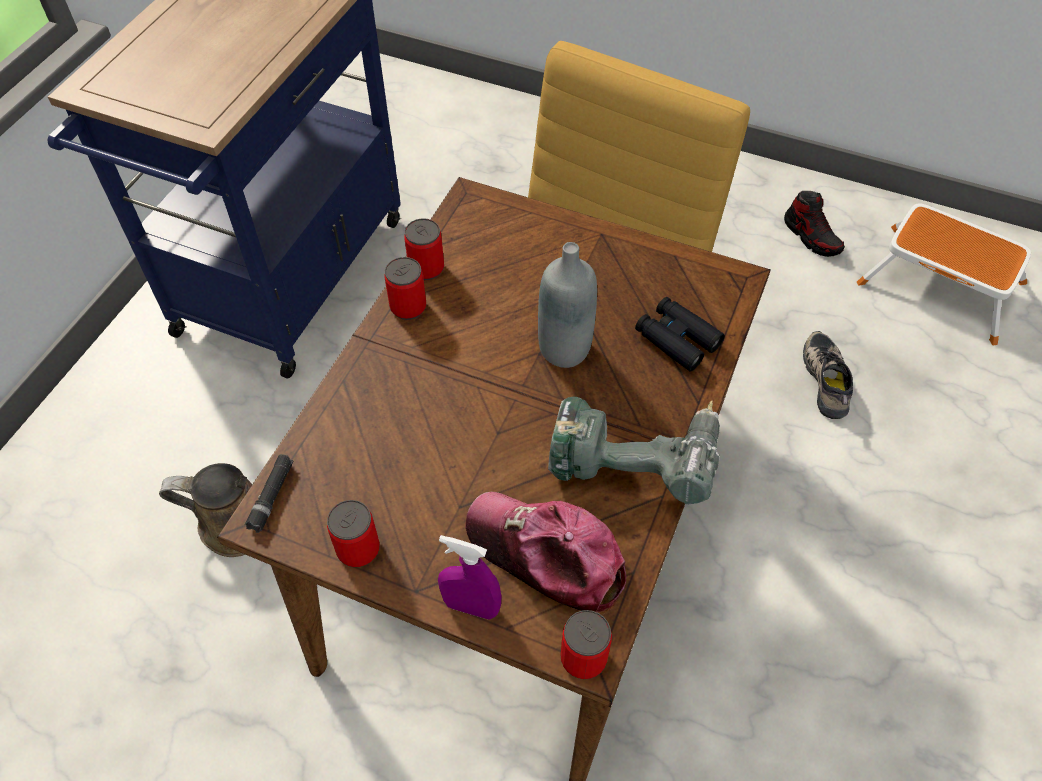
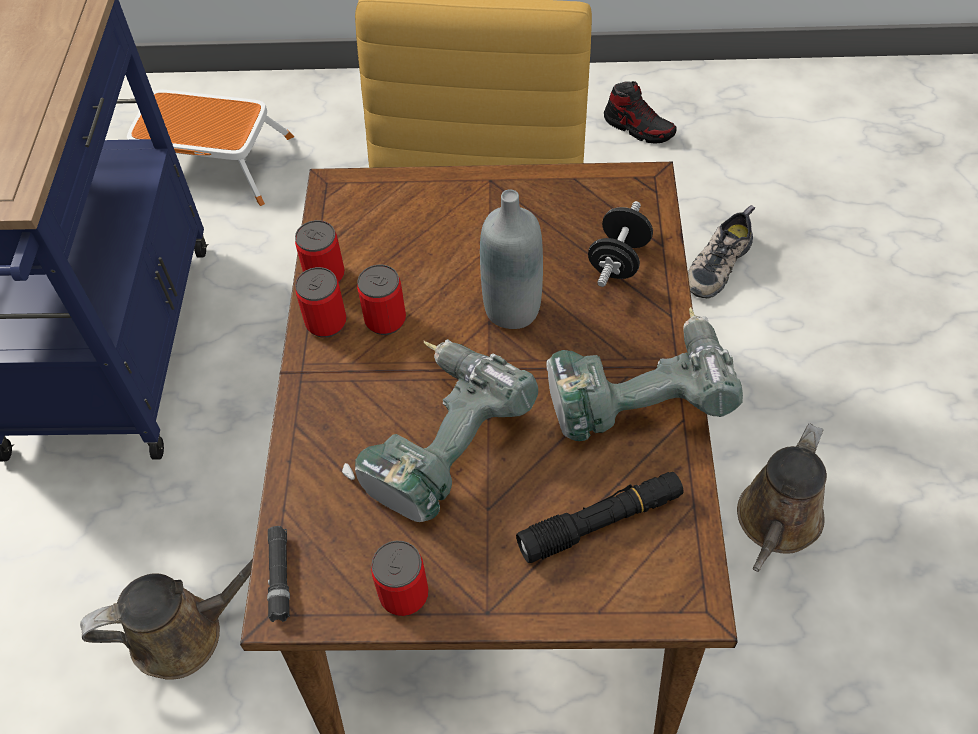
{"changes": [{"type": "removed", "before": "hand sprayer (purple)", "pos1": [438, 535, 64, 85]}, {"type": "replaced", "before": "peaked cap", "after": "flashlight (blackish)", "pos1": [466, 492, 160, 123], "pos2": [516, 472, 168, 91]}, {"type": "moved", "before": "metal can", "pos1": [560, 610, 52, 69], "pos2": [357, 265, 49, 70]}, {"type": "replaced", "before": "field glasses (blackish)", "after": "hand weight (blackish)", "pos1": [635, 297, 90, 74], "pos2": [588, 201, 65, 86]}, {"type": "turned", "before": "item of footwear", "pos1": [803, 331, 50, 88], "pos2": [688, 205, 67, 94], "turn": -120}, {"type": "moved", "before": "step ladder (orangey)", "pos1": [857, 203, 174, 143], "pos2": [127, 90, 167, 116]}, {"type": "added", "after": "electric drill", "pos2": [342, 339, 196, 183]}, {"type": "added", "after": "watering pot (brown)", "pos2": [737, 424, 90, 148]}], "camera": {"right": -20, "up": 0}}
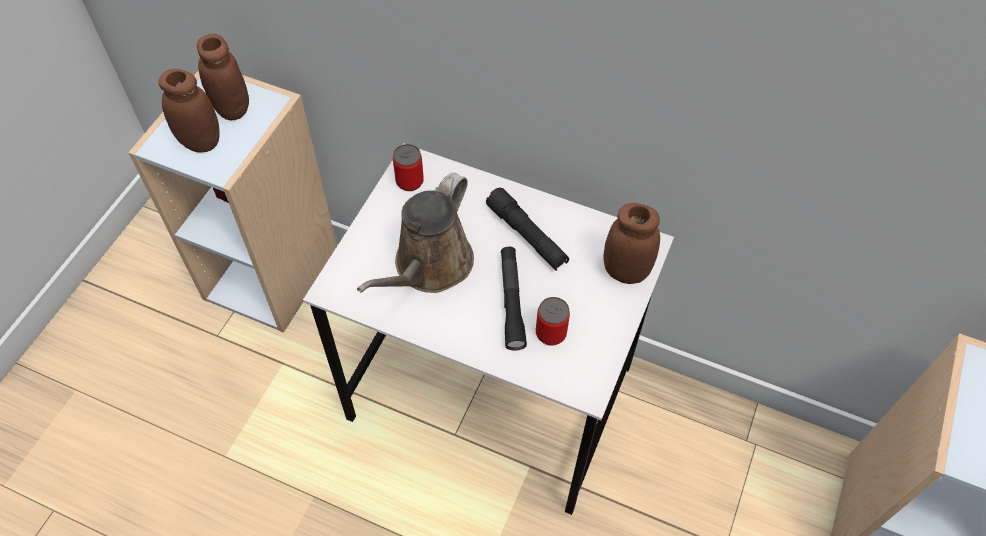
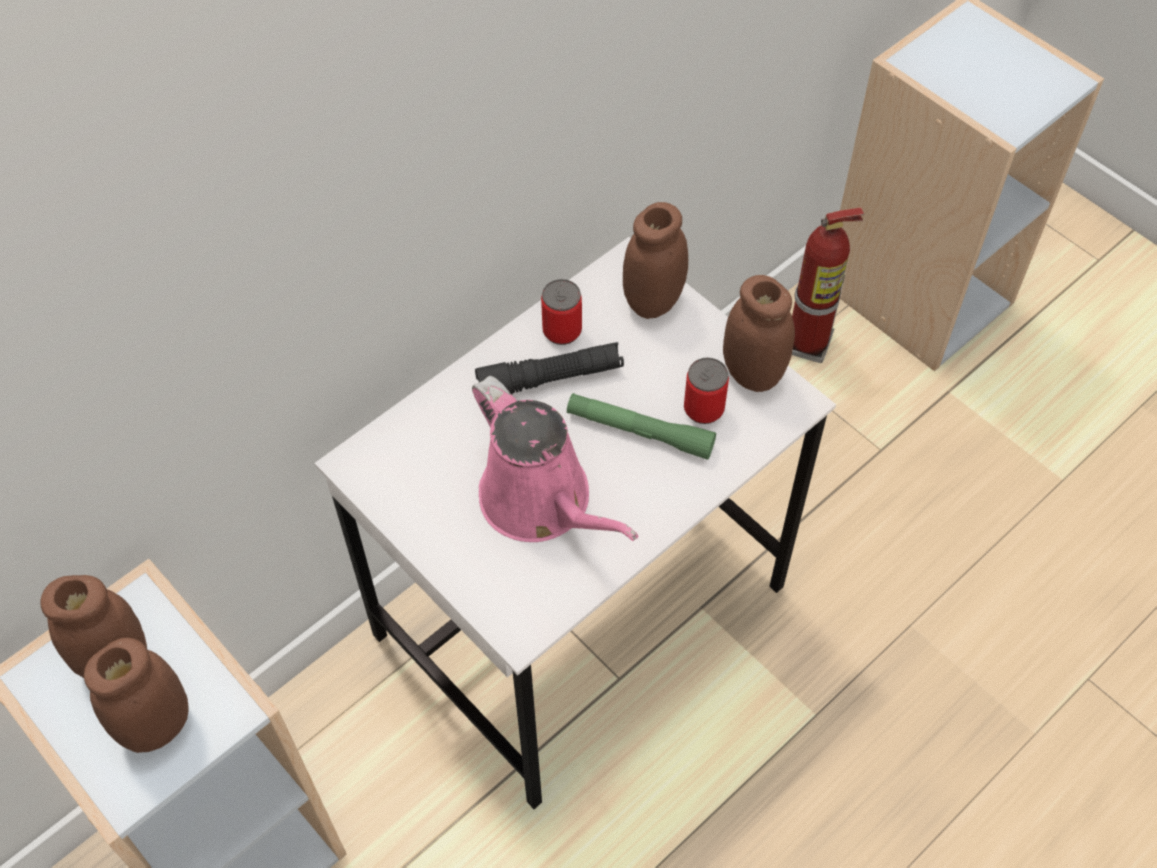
{"changes": [{"type": "recoloured", "before": "watering pot (brown)", "after": "watering pot (pink)", "pos1": [357, 172, 117, 121], "pos2": [472, 376, 167, 166]}, {"type": "moved", "before": "metal can", "pos1": [393, 144, 31, 47], "pos2": [541, 279, 41, 66]}, {"type": "recoloured", "before": "flashlight (blackish)", "after": "flashlight (greenish)", "pos1": [501, 247, 26, 103], "pos2": [567, 393, 149, 67]}, {"type": "added", "after": "storage jar (brown)", "pos2": [723, 275, 72, 117]}, {"type": "added", "after": "fire extinguisher", "pos2": [792, 207, 72, 156]}], "camera": {"right": -65, "up": 0}}
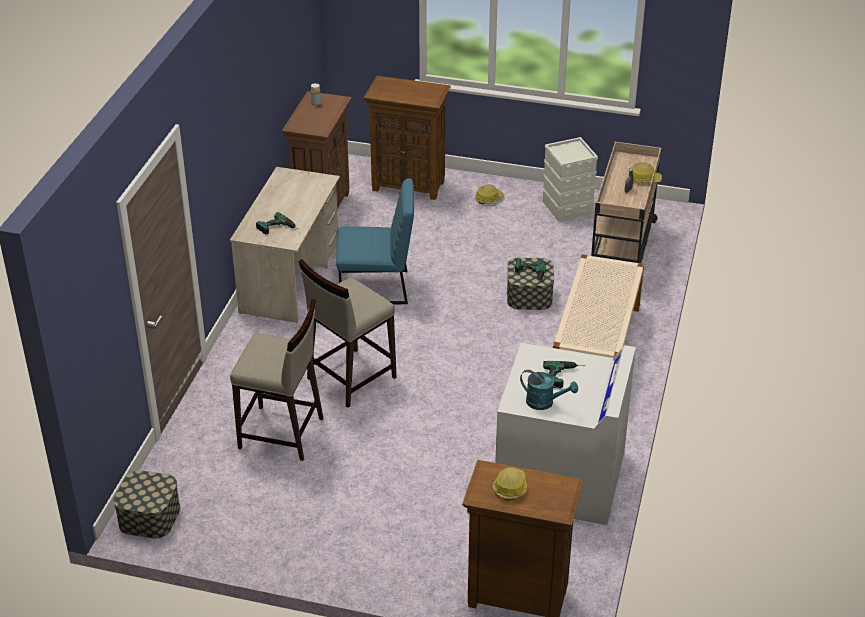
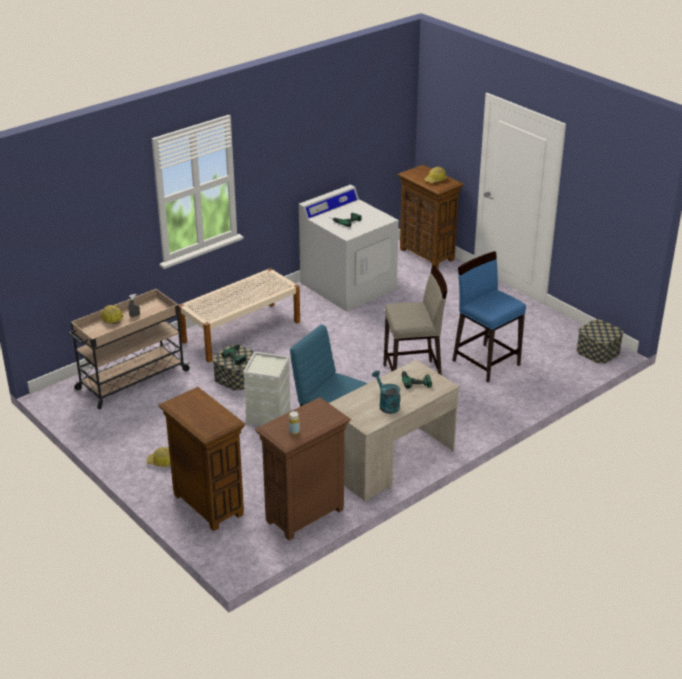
{"changes": [{"type": "recoloured", "before": "sitting stool (beige-coloured)", "after": "sitting stool (blue)", "pos1": [230, 299, 93, 162], "pos2": [452, 251, 74, 131]}, {"type": "moved", "before": "watering pot (turquoise)", "pos1": [520, 370, 58, 40], "pos2": [372, 370, 29, 44]}, {"type": "moved", "before": "storage bin (gray)", "pos1": [542, 137, 56, 85], "pos2": [243, 352, 48, 74]}], "camera": {"right": -145, "up": -5}}
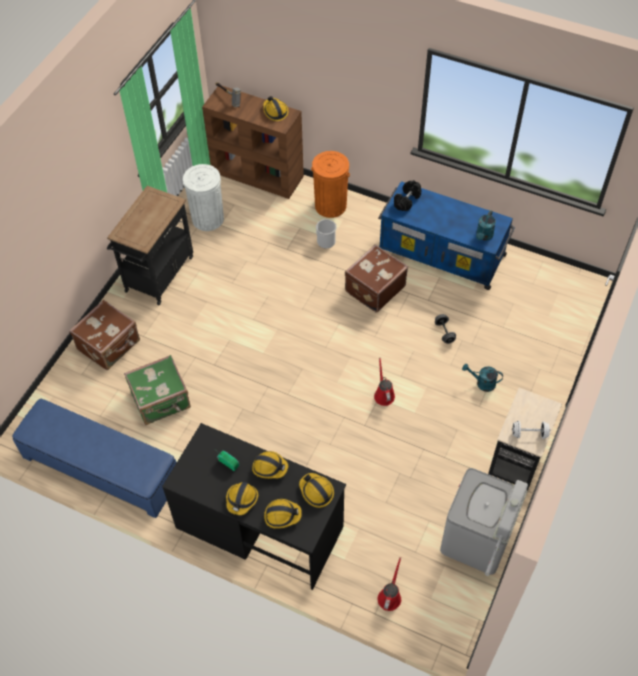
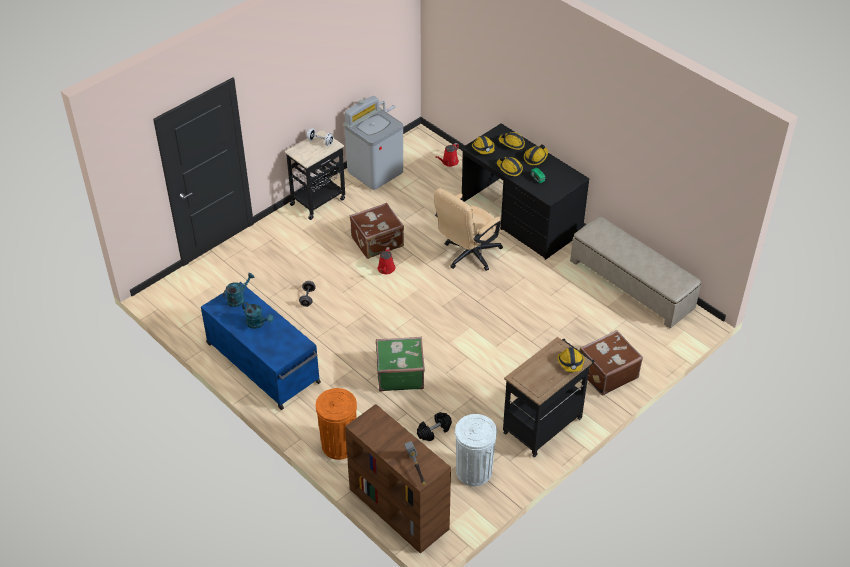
{"changes": [{"type": "recoloured", "before": "long seat (blue)", "after": "long seat (beige-coloured)", "pos1": [12, 399, 165, 119], "pos2": [570, 216, 131, 112]}, {"type": "moved", "before": "travel case (greenish)", "pos1": [124, 355, 67, 70], "pos2": [376, 337, 49, 55]}, {"type": "moved", "before": "hard hat", "pos1": [263, 96, 25, 25], "pos2": [557, 347, 27, 25]}, {"type": "removed", "before": "bucket", "pos1": [316, 219, 21, 29]}, {"type": "moved", "before": "travel case (brown)", "pos1": [345, 244, 63, 69], "pos2": [350, 202, 54, 57]}, {"type": "moved", "before": "hand weight (blackish)", "pos1": [394, 180, 27, 31], "pos2": [417, 412, 35, 29]}, {"type": "moved", "before": "watering pot (turquoise)", "pos1": [462, 364, 41, 28], "pos2": [242, 302, 32, 27]}, {"type": "added", "after": "office chair (beige-coloured)", "pos2": [434, 188, 69, 83]}], "camera": {"right": -160, "up": -10}}
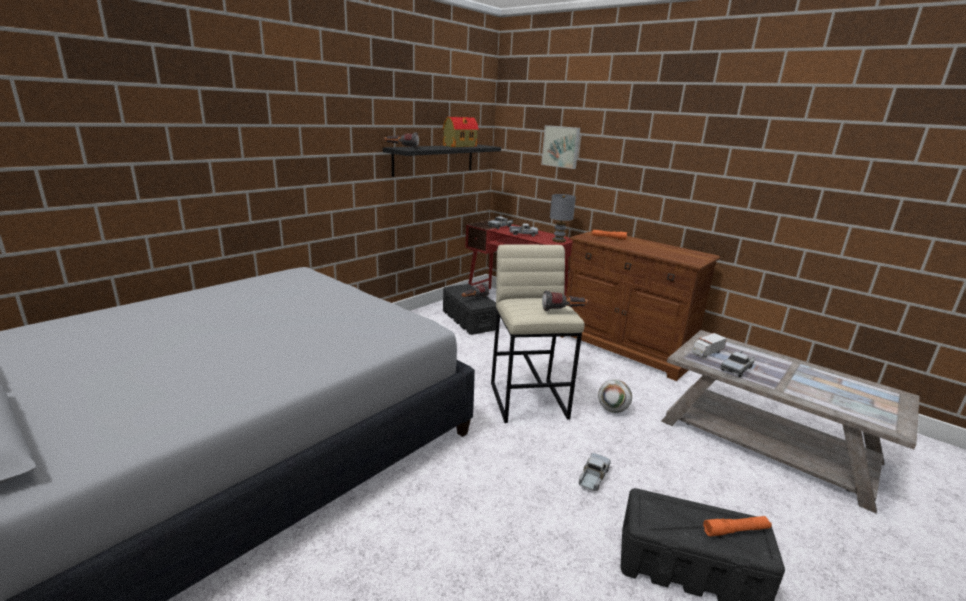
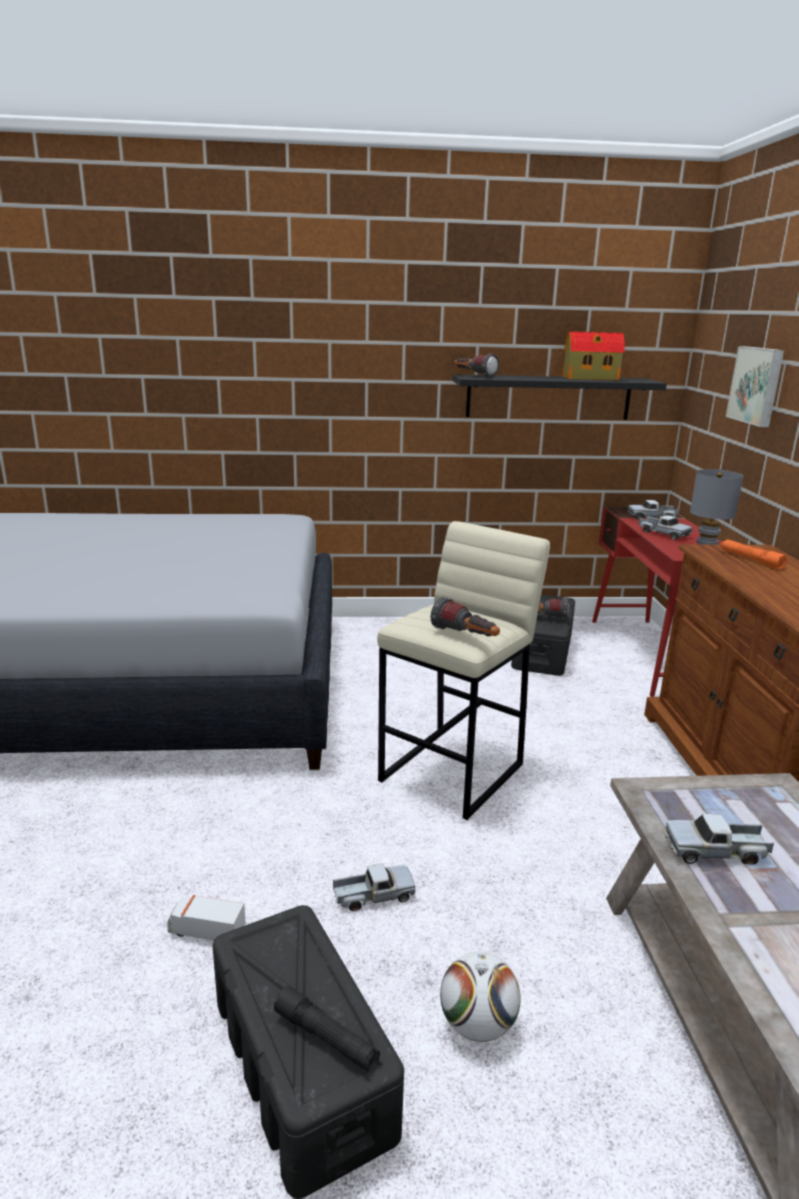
{"changes": [{"type": "moved", "before": "football", "pos1": [598, 379, 34, 34], "pos2": [440, 952, 81, 90]}, {"type": "moved", "before": "toy lorry", "pos1": [692, 333, 35, 25], "pos2": [167, 895, 79, 45]}, {"type": "recoloured", "before": "flashlight (orangey)", "after": "flashlight (blackish)", "pos1": [703, 516, 69, 20], "pos2": [274, 986, 106, 86]}], "camera": {"right": 45, "up": 0}}
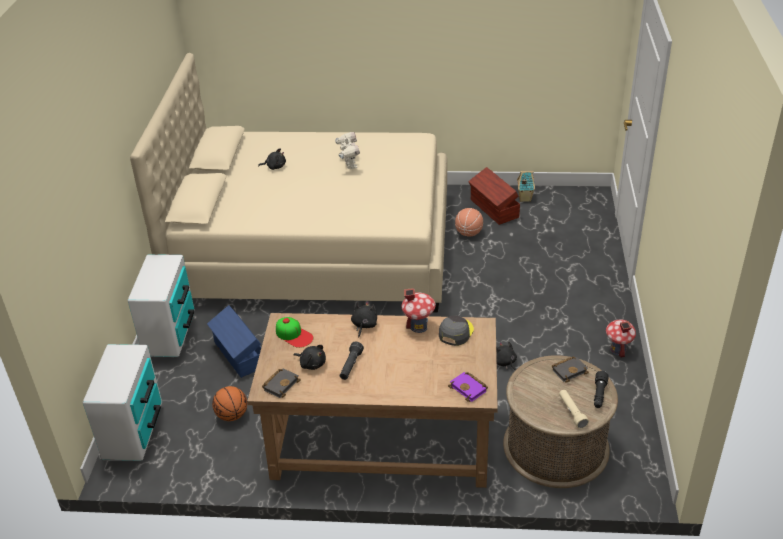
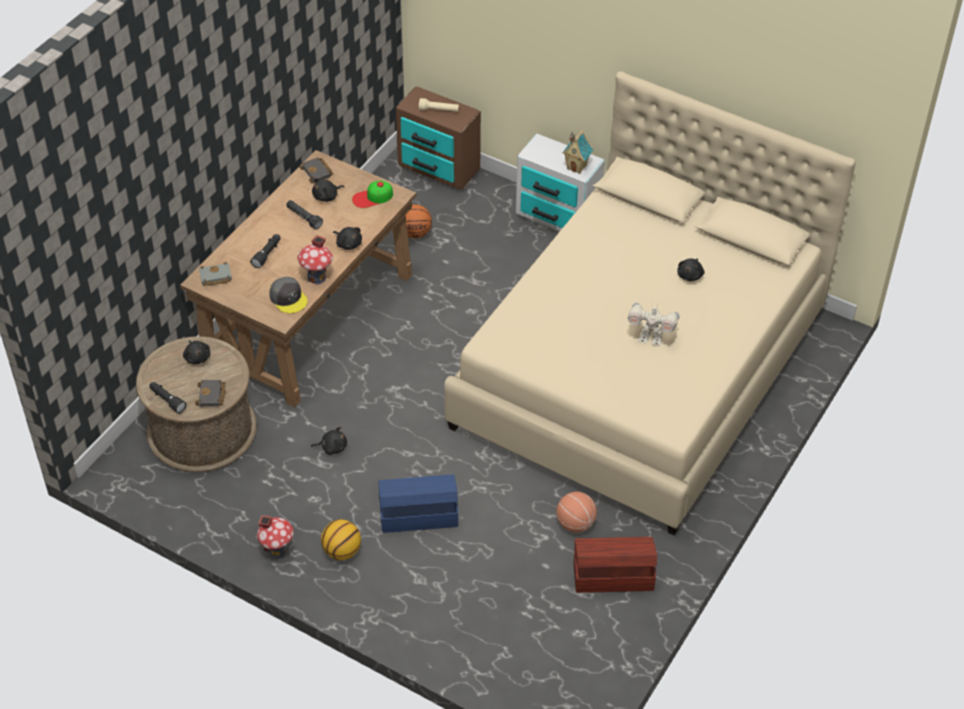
{"changes": [{"type": "recoloured", "before": "night table (whitish)", "after": "night table (brown)", "pos1": [83, 344, 79, 117], "pos2": [396, 86, 85, 104]}, {"type": "moved", "before": "storage bin (blue)", "pos1": [207, 305, 54, 73], "pos2": [379, 474, 79, 59]}, {"type": "recoloured", "before": "bound book (purple)", "after": "bound book (gray)", "pos1": [448, 372, 40, 30], "pos2": [199, 262, 33, 24]}, {"type": "moved", "before": "toy house", "pos1": [517, 171, 18, 31], "pos2": [562, 130, 31, 44]}, {"type": "moved", "before": "flashlight (beige-coloured)", "pos1": [559, 390, 30, 39], "pos2": [419, 98, 40, 14]}, {"type": "added", "after": "cuddly toy (blackish)", "pos2": [183, 340, 27, 24]}, {"type": "added", "after": "flashlight (blackish)", "pos2": [250, 234, 30, 34]}, {"type": "added", "after": "ball for basketball", "pos2": [321, 519, 40, 41]}], "camera": {"right": 115, "up": 10}}
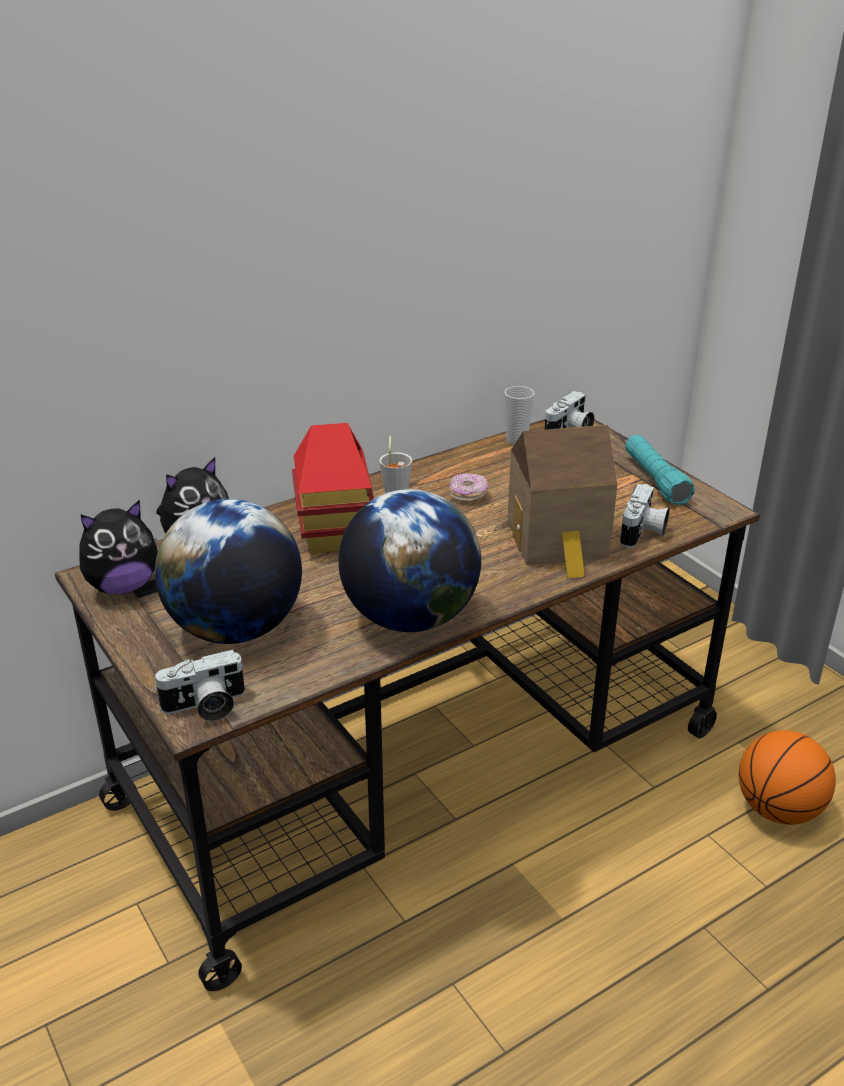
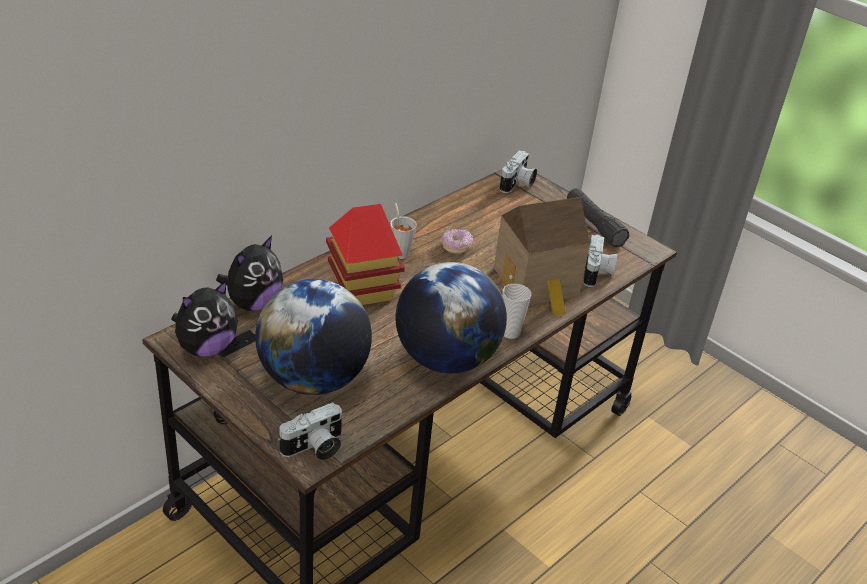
{"changes": [{"type": "moved", "before": "cup", "pos1": [504, 386, 30, 59], "pos2": [502, 283, 29, 56]}, {"type": "recoloured", "before": "flashlight (turquoise)", "after": "flashlight (blackish)", "pos1": [625, 435, 70, 70], "pos2": [567, 188, 62, 59]}, {"type": "removed", "before": "ball for basketball", "pos1": [739, 730, 97, 95]}], "camera": {"right": -15, "up": 5}}
